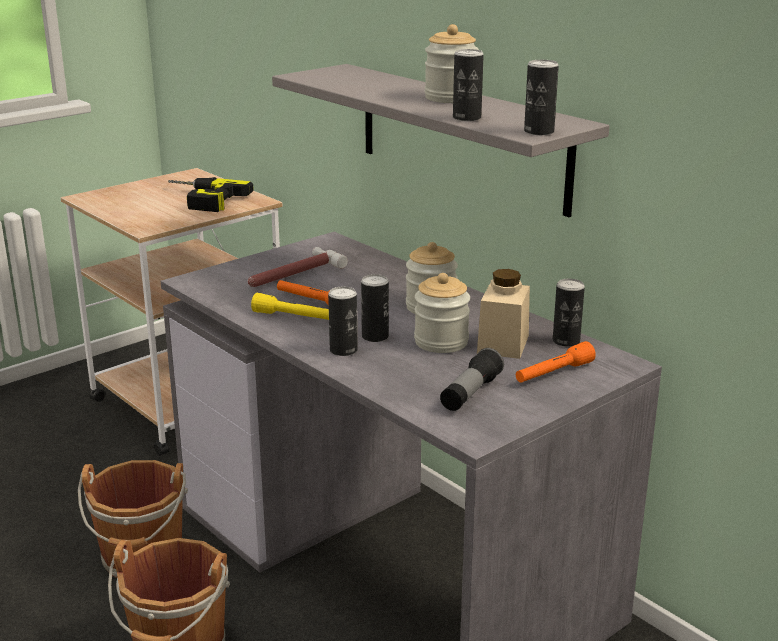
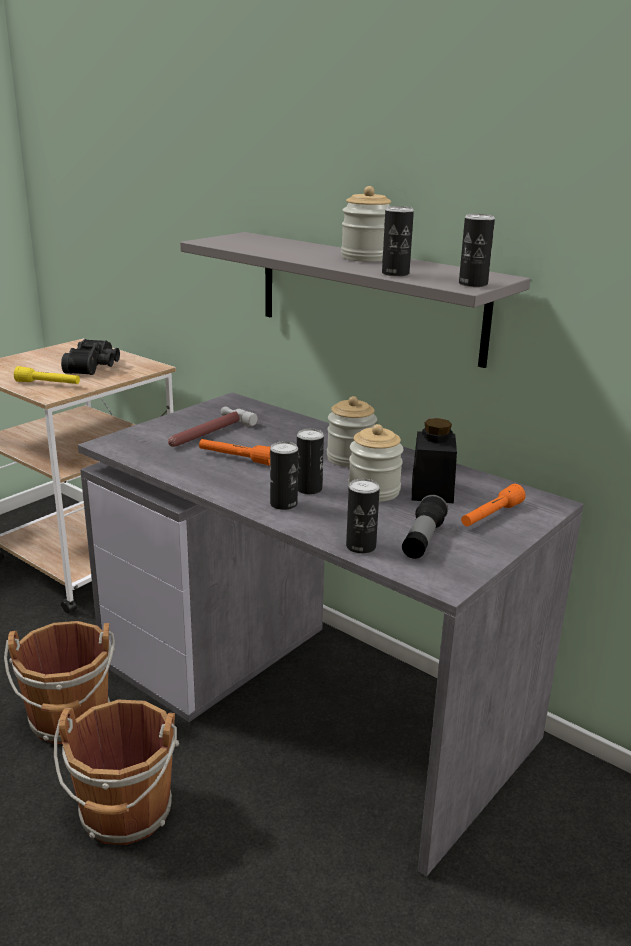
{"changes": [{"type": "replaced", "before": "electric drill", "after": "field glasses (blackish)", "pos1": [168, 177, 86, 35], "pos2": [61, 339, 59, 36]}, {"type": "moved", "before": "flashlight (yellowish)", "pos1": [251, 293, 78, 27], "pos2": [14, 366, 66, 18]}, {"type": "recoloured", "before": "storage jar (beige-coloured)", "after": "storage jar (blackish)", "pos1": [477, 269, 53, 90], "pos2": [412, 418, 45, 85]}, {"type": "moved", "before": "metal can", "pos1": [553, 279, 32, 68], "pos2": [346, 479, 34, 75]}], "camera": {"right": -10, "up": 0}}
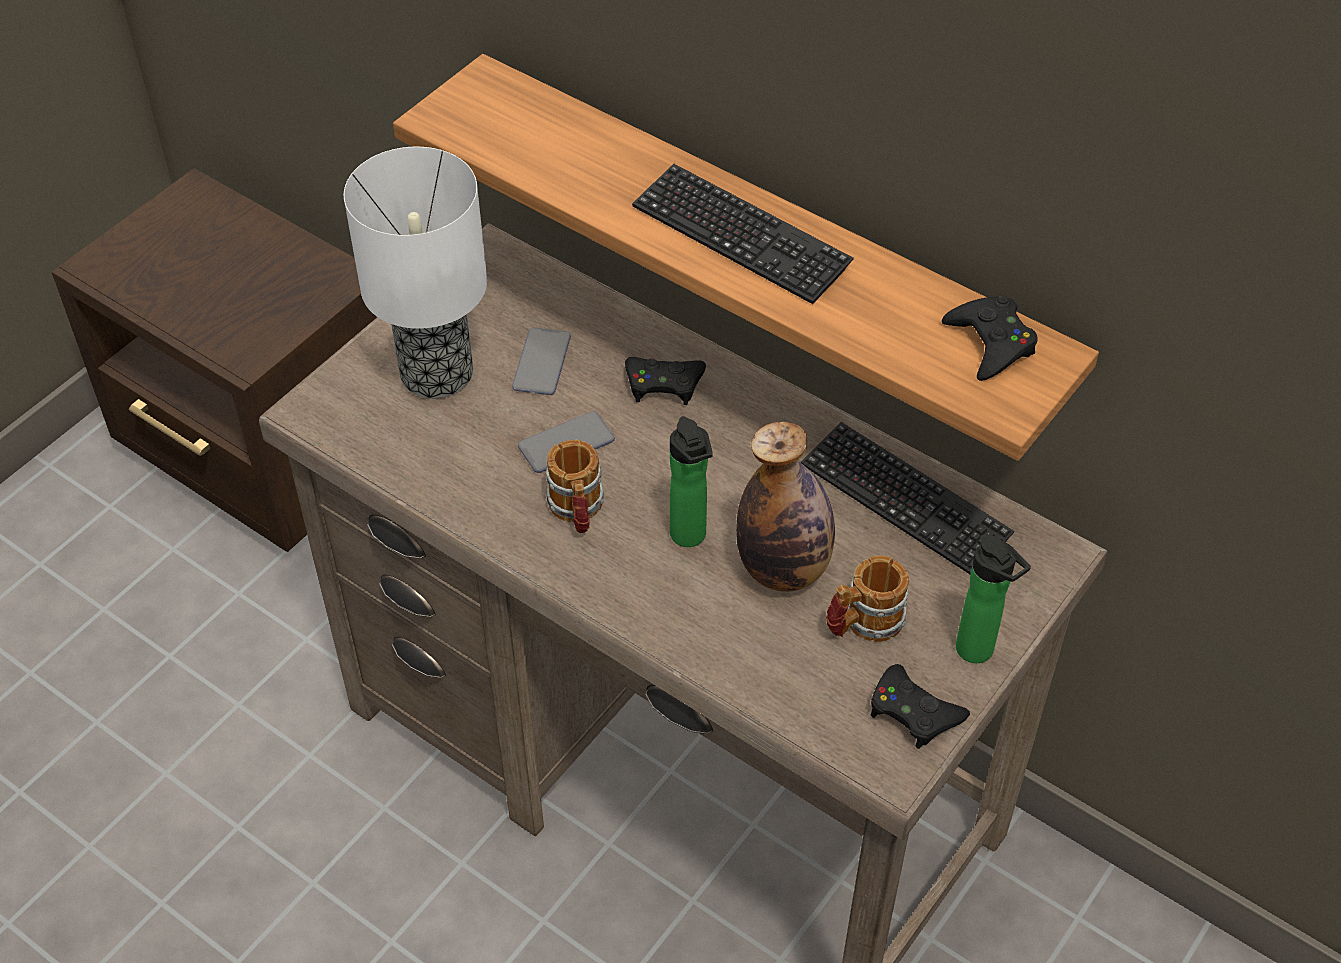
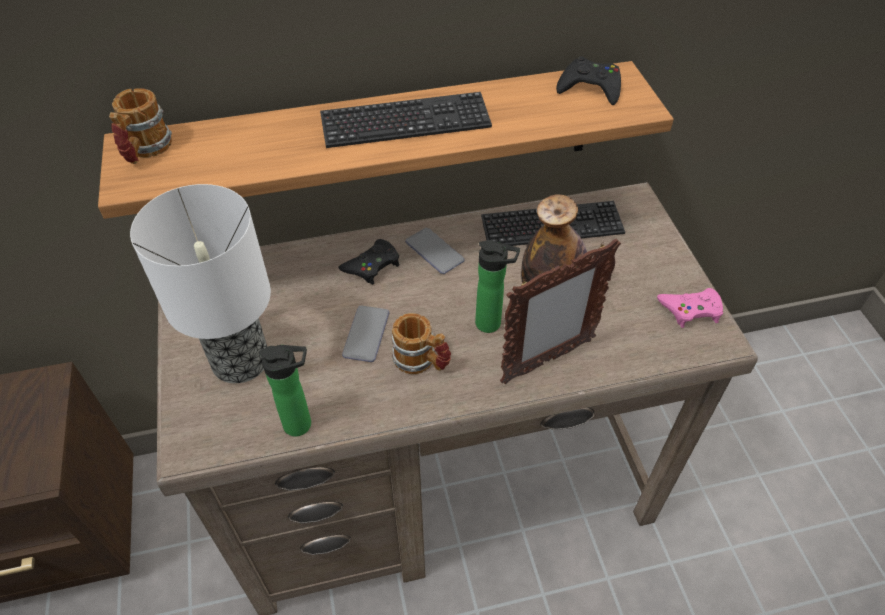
{"changes": [{"type": "moved", "before": "phone", "pos1": [512, 327, 59, 68], "pos2": [405, 228, 60, 46]}, {"type": "moved", "before": "tea mug", "pos1": [826, 555, 83, 87], "pos2": [109, 88, 63, 76]}, {"type": "recoloured", "before": "gamepad (blackish)", "after": "gamepad (pink)", "pos1": [871, 664, 99, 85], "pos2": [657, 288, 66, 40]}, {"type": "moved", "before": "drink bottle", "pos1": [956, 534, 75, 129], "pos2": [259, 345, 52, 91]}, {"type": "added", "after": "photo frame", "pos2": [500, 239, 121, 145]}], "camera": {"right": -50, "up": 0}}
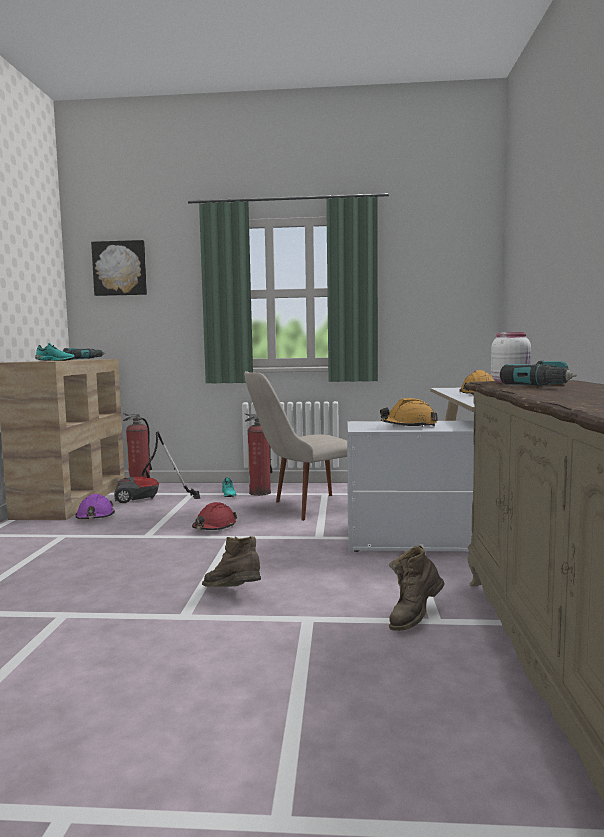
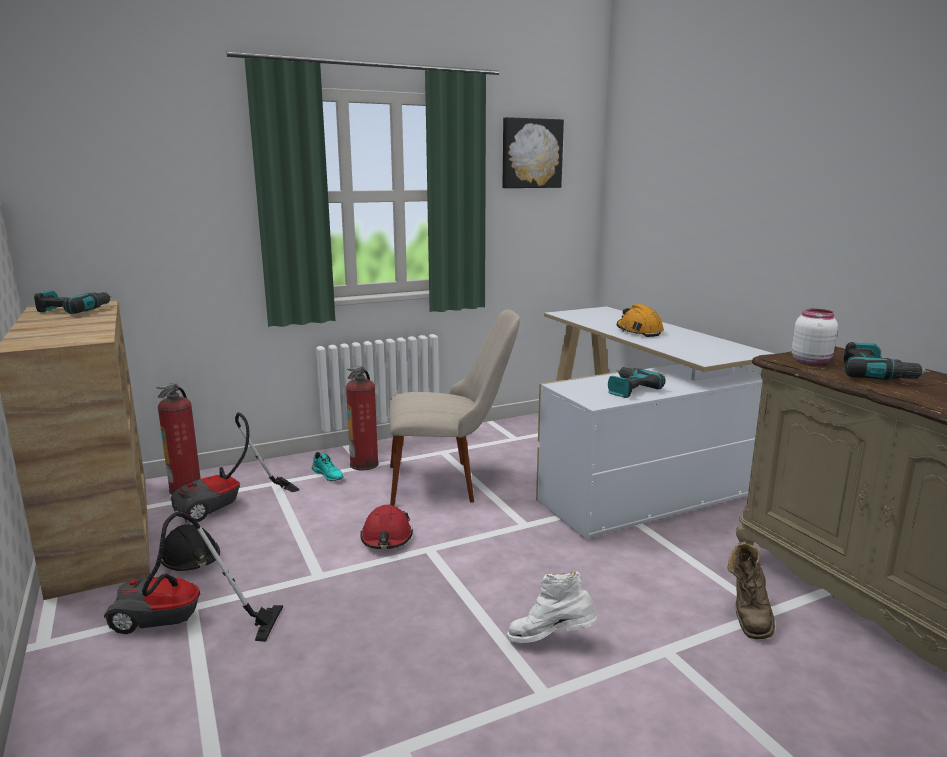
{"changes": [{"type": "removed", "before": "item of footwear (turquoise)", "pos1": [35, 343, 40, 18]}, {"type": "recoloured", "before": "hard hat (purple)", "after": "hard hat (blackish)", "pos1": [75, 494, 40, 25], "pos2": [161, 524, 59, 47]}, {"type": "moved", "before": "wall art", "pos1": [91, 240, 56, 56], "pos2": [502, 117, 62, 71]}, {"type": "recoloured", "before": "boot (brown)", "after": "boot (whitish)", "pos1": [202, 536, 59, 51], "pos2": [507, 571, 90, 72]}, {"type": "turned", "before": "plain chair (beige-coloured)", "pos1": [244, 371, 103, 150], "pos2": [389, 310, 131, 196], "turn": -135}, {"type": "replaced", "before": "hard hat (orangey)", "after": "electric drill", "pos1": [380, 398, 58, 29], "pos2": [608, 367, 57, 31]}, {"type": "added", "after": "vacuum cleaner", "pos2": [104, 511, 179, 131]}], "camera": {"right": -30, "up": 10}}
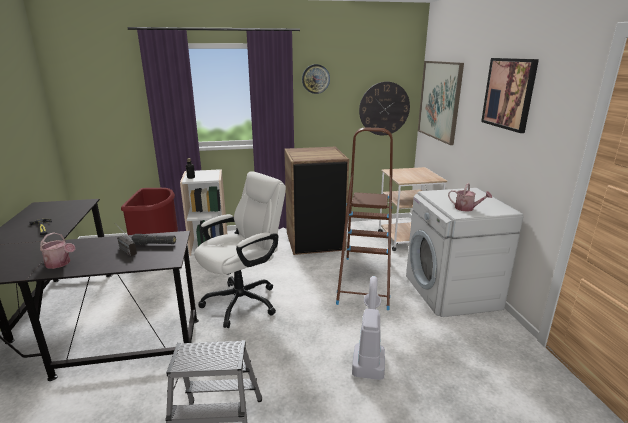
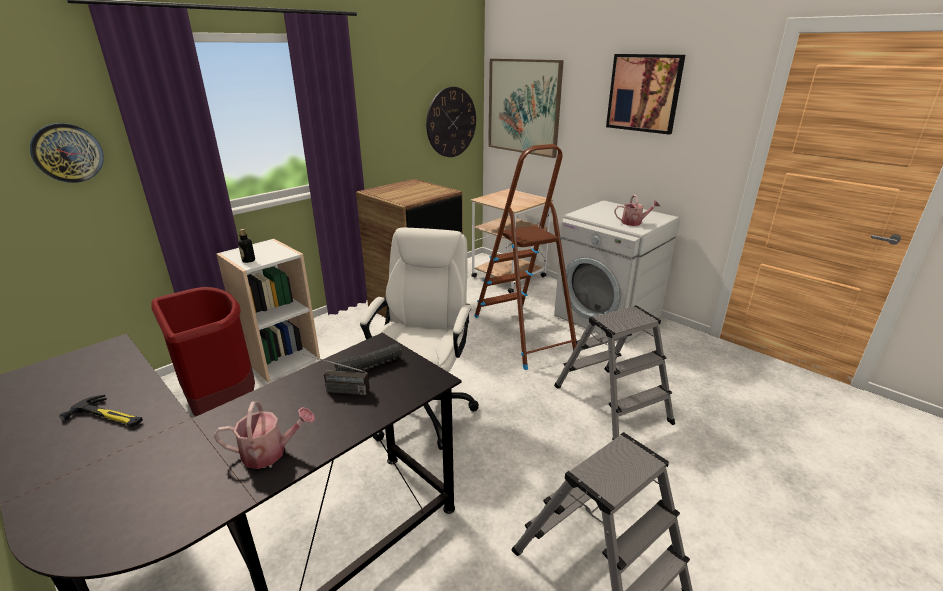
{"changes": [{"type": "moved", "before": "hanging clock", "pos1": [302, 64, 28, 30], "pos2": [30, 123, 74, 60]}, {"type": "replaced", "before": "vacuum cleaner", "after": "step ladder (gray)", "pos1": [352, 276, 33, 104], "pos2": [554, 305, 121, 136]}], "camera": {"right": -35, "up": 5}}
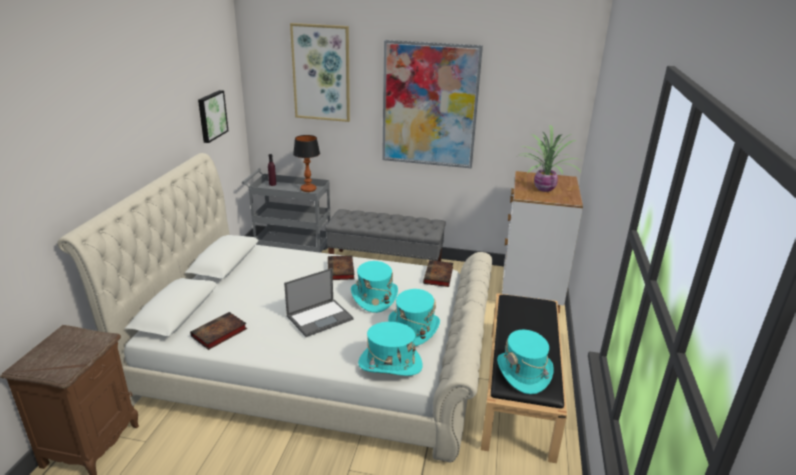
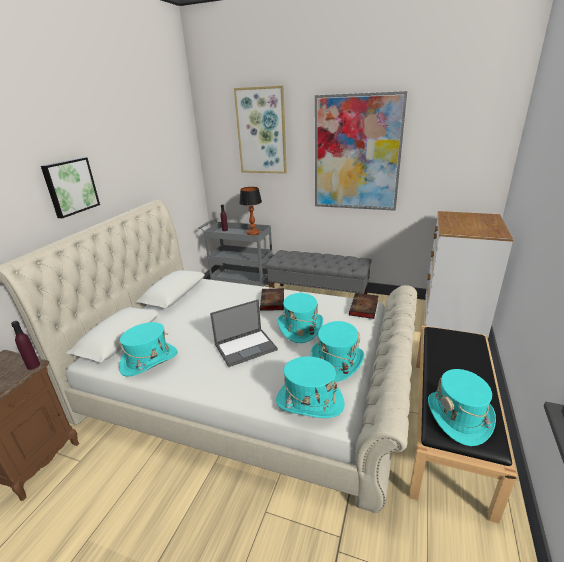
{"changes": [{"type": "replaced", "before": "bound book", "after": "wearable hat (turquoise)", "pos1": [190, 312, 57, 38], "pos2": [119, 322, 59, 55]}, {"type": "moved", "before": "wall art", "pos1": [198, 90, 30, 53], "pos2": [41, 157, 59, 61]}, {"type": "removed", "before": "houseplant", "pos1": [516, 125, 65, 67]}, {"type": "added", "after": "drink bottle (purple)", "pos2": [11, 321, 29, 49]}], "camera": {"right": 10, "up": 0}}
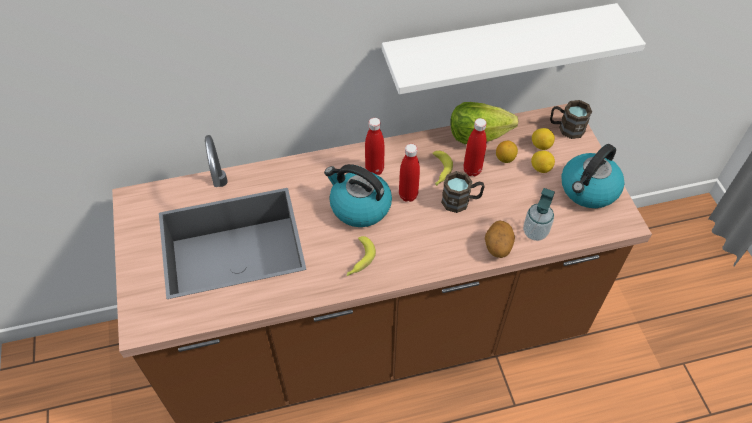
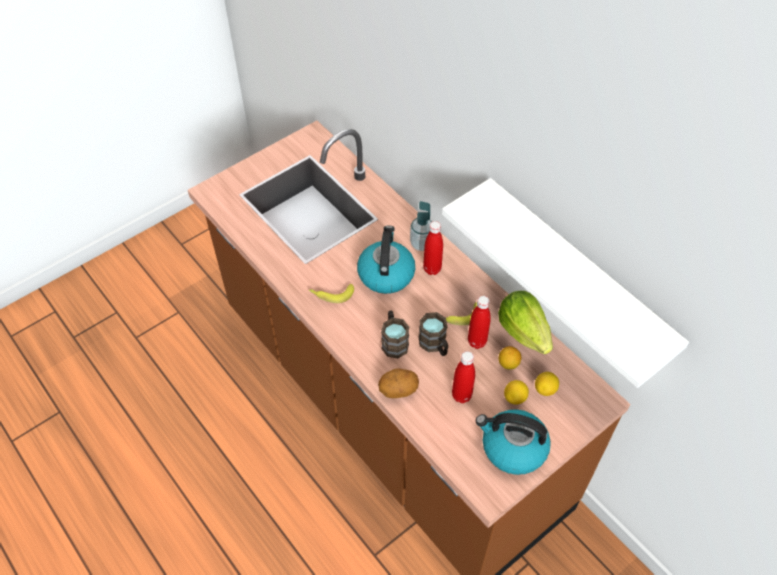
{"changes": [{"type": "moved", "before": "drink bottle (red)", "pos1": [399, 144, 21, 58], "pos2": [452, 351, 23, 52]}, {"type": "moved", "before": "liquid soap bottle", "pos1": [523, 188, 32, 53], "pos2": [410, 201, 22, 50]}, {"type": "moved", "before": "tea mug (brown)", "pos1": [550, 100, 42, 39], "pos2": [381, 310, 28, 48]}], "camera": {"right": 65, "up": 0}}
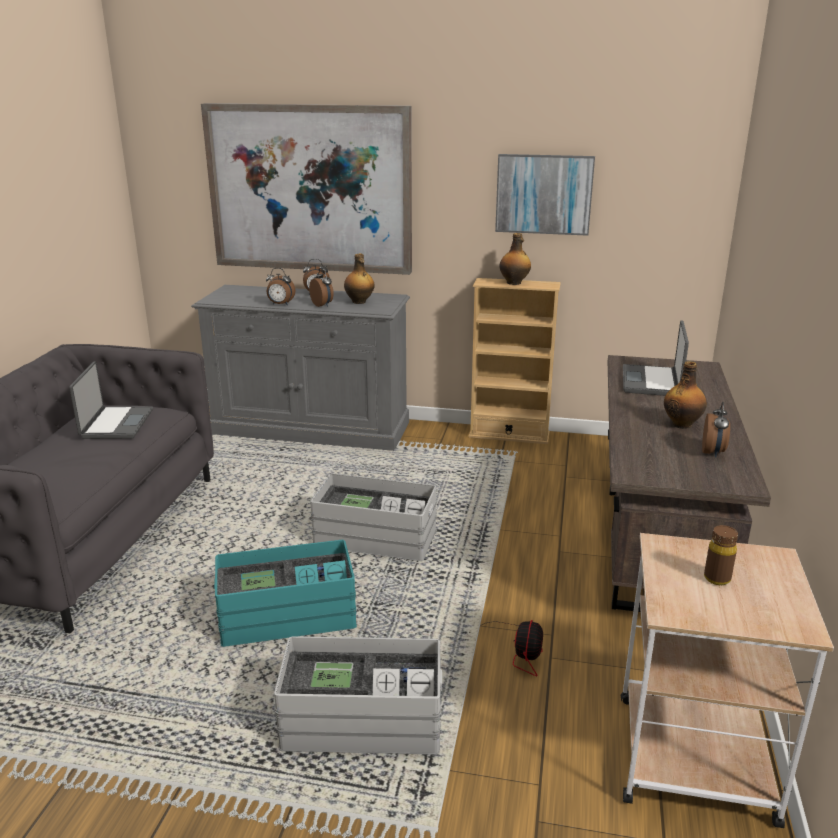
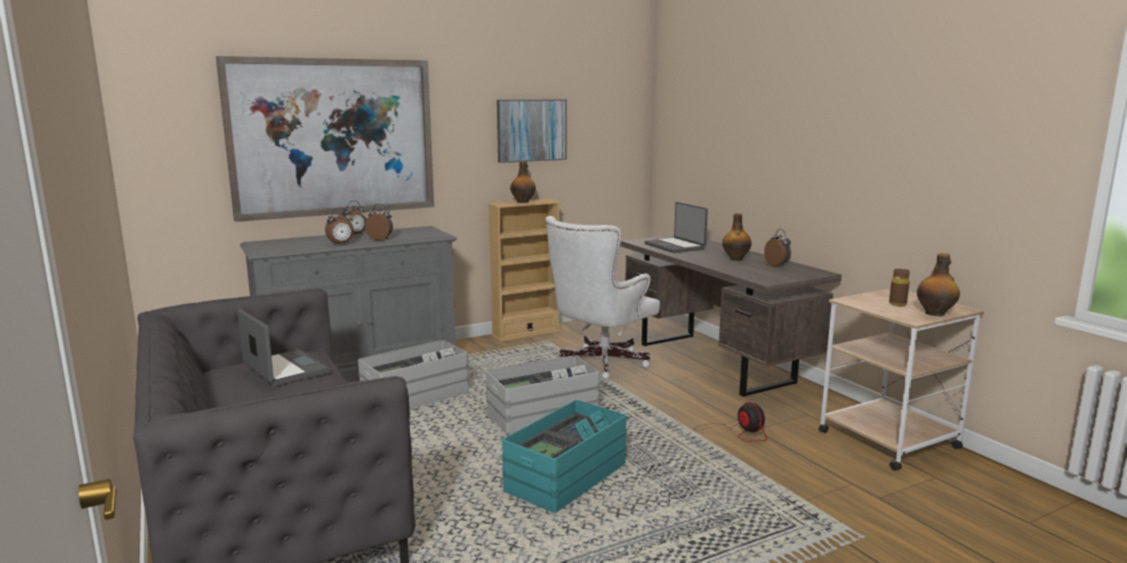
{"changes": [{"type": "moved", "before": "storage bin (gray)", "pos1": [274, 636, 168, 118], "pos2": [358, 340, 111, 69]}, {"type": "moved", "before": "drink bottle", "pos1": [344, 254, 31, 50], "pos2": [917, 253, 43, 63]}, {"type": "added", "after": "office chair (whitish)", "pos2": [545, 216, 115, 163]}], "camera": {"right": -40, "up": -10}}
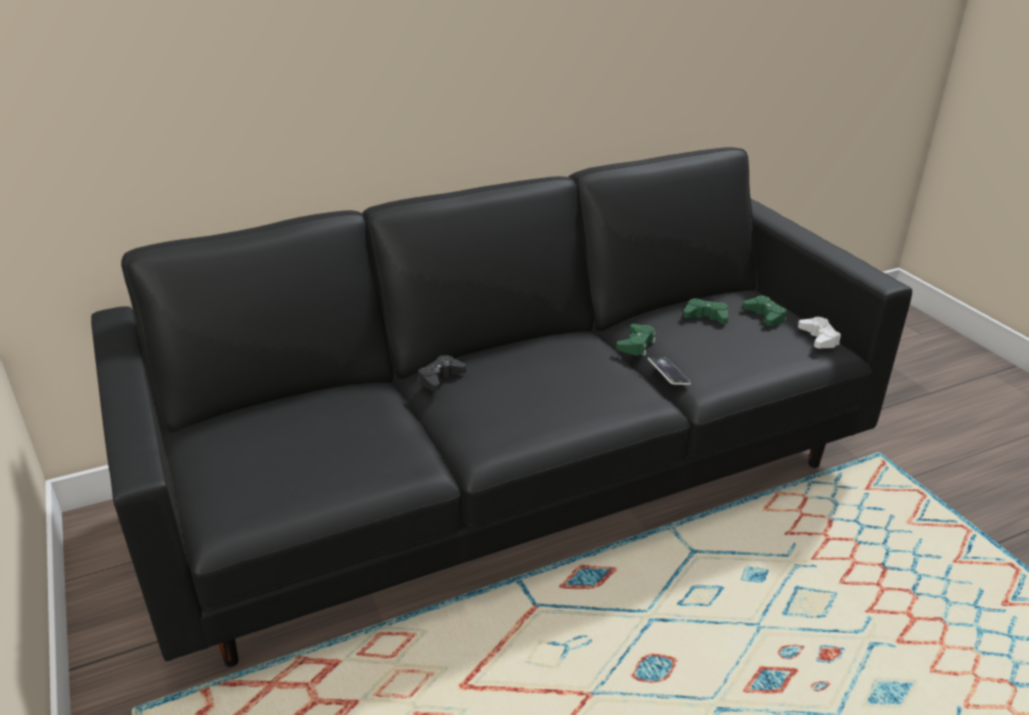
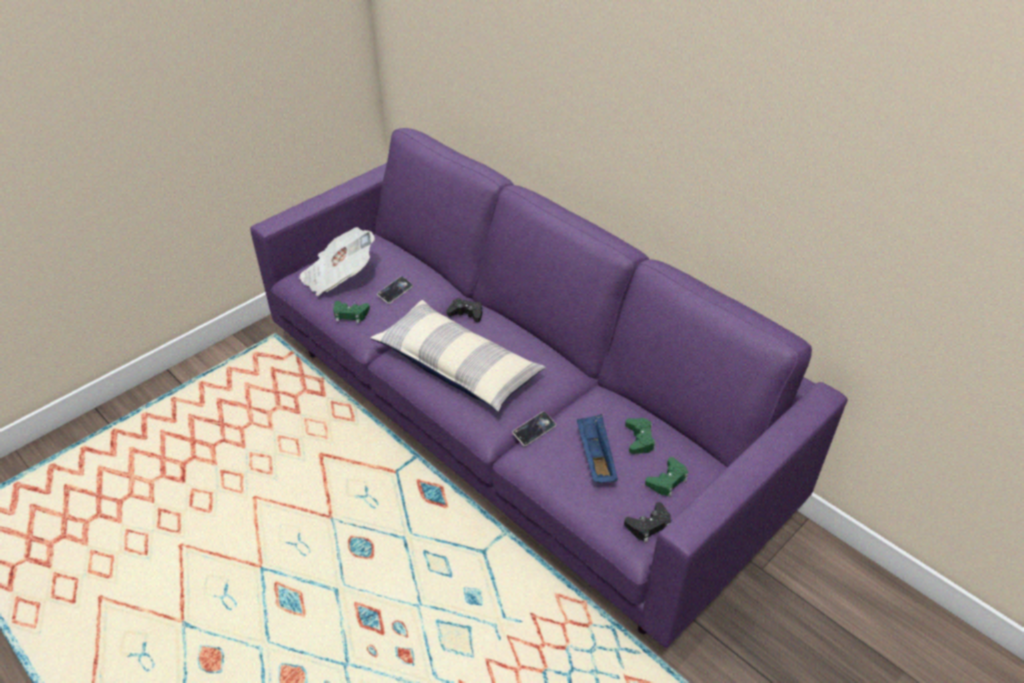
{"changes": [{"type": "recoloured", "before": "sofa (blackish)", "after": "sofa (purple)", "pos1": [91, 147, 821, 520], "pos2": [250, 128, 598, 520]}, {"type": "moved", "before": "gamepad (greenish)", "pos1": [616, 324, 40, 32], "pos2": [333, 301, 37, 22]}, {"type": "recoloured", "before": "gamepad (whitish)", "after": "gamepad (blackish)", "pos1": [798, 317, 43, 31], "pos2": [624, 502, 47, 41]}, {"type": "added", "after": "daily paper", "pos2": [299, 227, 76, 69]}, {"type": "added", "after": "pillow", "pos2": [370, 300, 175, 112]}, {"type": "added", "after": "phone", "pos2": [377, 276, 36, 28]}, {"type": "added", "after": "carrying tray (blue)", "pos2": [577, 414, 41, 69]}], "camera": {"right": 70, "up": 10}}
